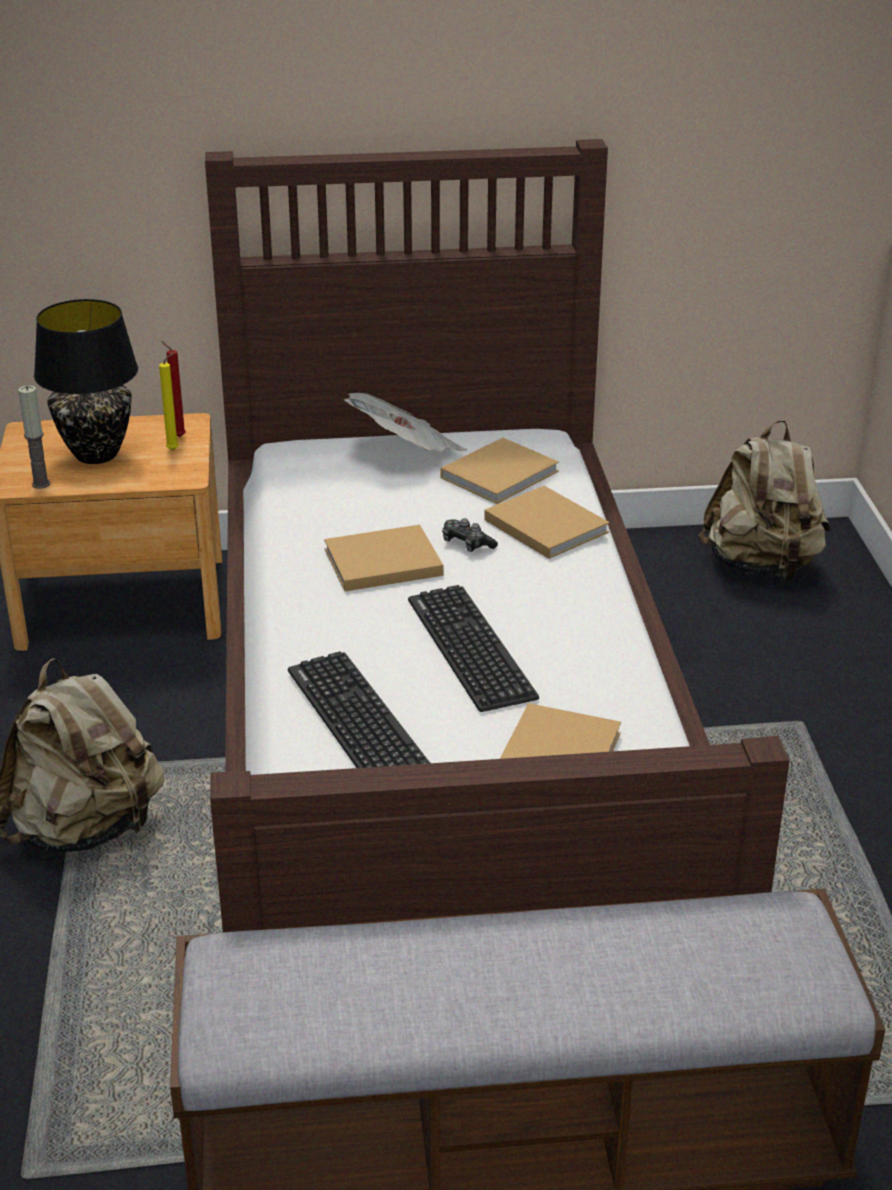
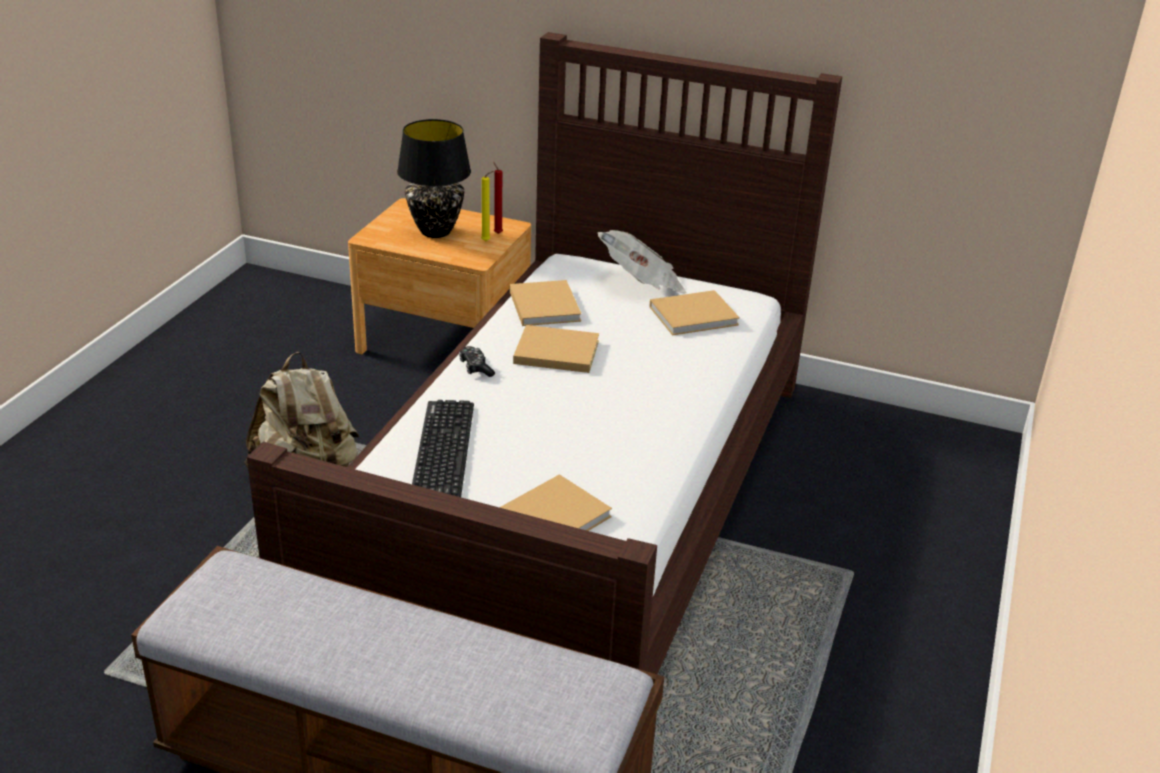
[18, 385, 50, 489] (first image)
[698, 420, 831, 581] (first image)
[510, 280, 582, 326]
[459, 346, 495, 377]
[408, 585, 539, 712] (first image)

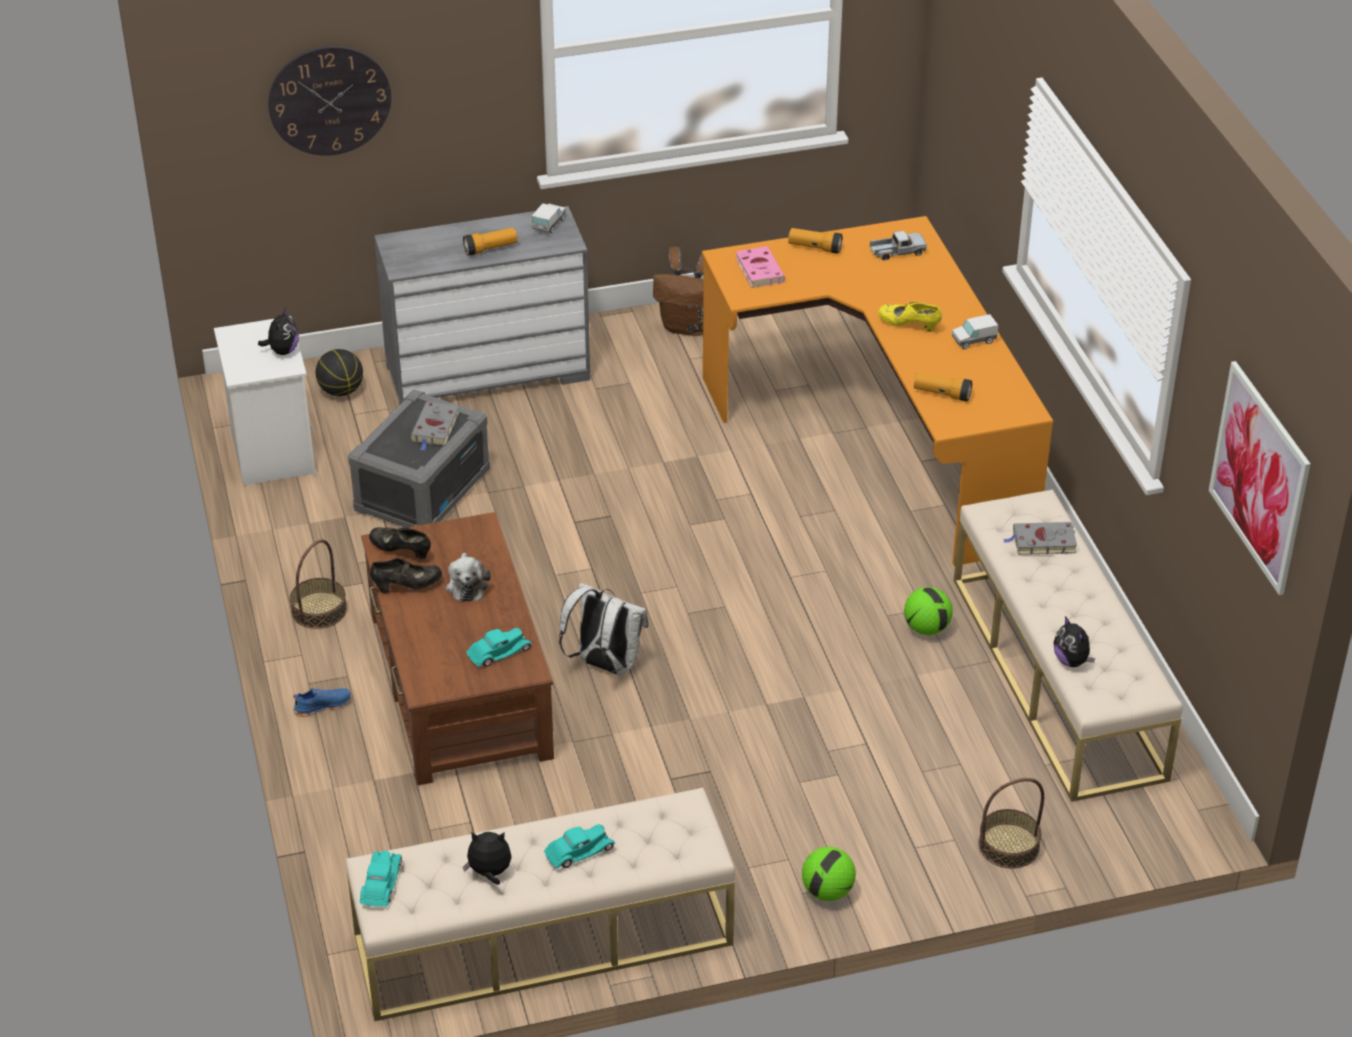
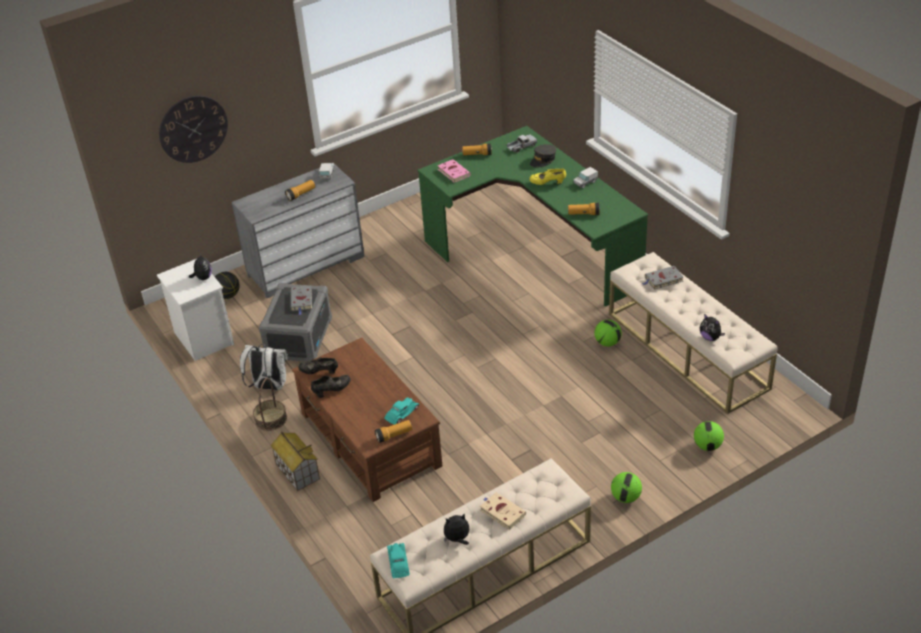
[417, 126, 648, 307]
[653, 247, 705, 336] (first image)
[1209, 361, 1311, 595] (first image)
[446, 553, 491, 602] (first image)
[240, 344, 289, 390]
[270, 432, 320, 491]
[694, 421, 724, 451]
[480, 492, 526, 530]
[530, 144, 556, 168]
[375, 420, 412, 443]

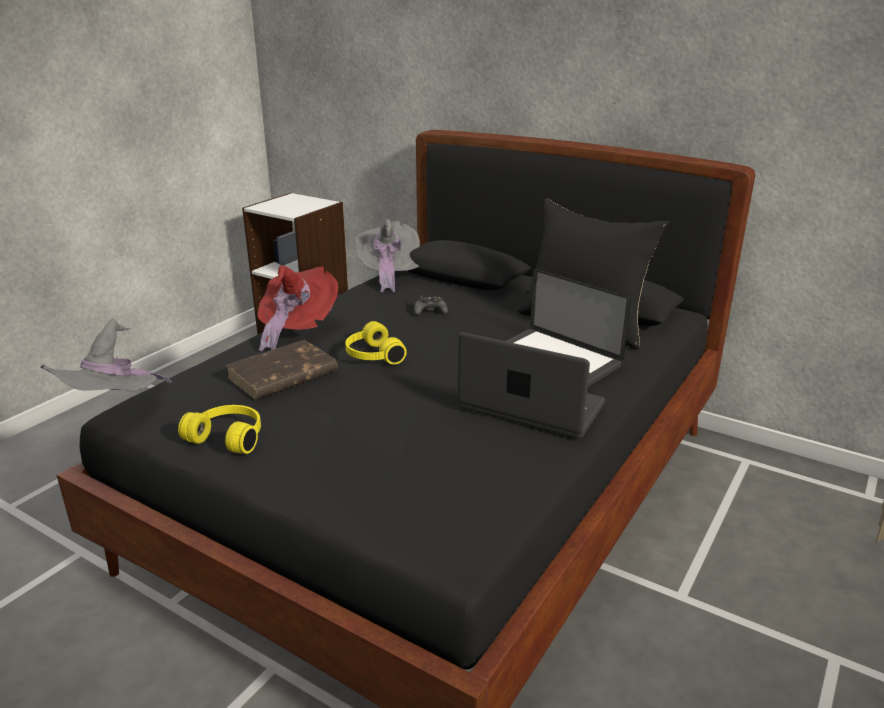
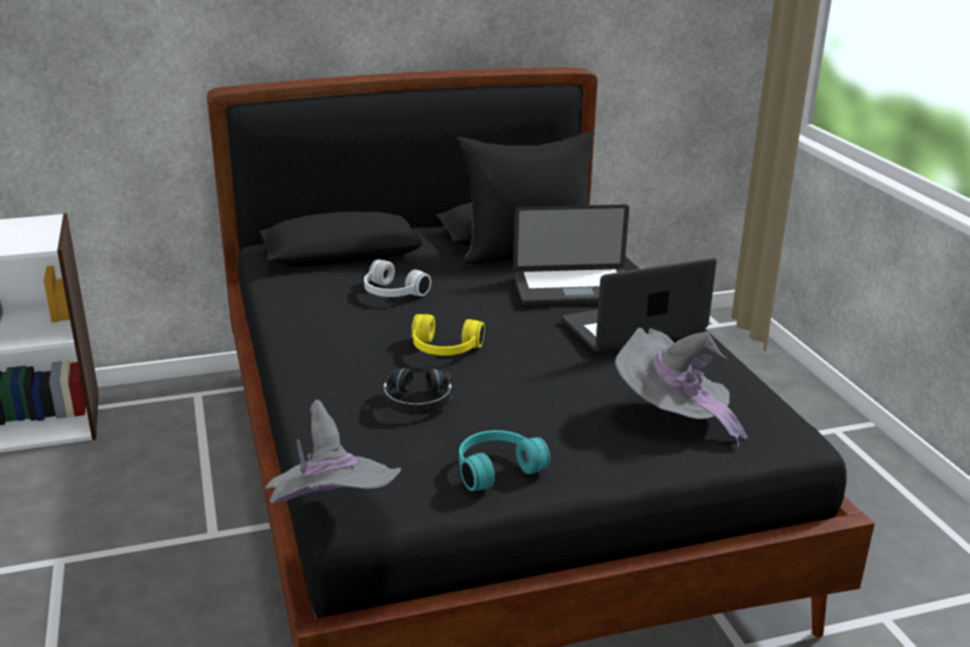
[615, 328, 748, 447]
[257, 265, 338, 351] (first image)
[364, 260, 431, 297]
[384, 368, 452, 415]
[459, 430, 550, 491]

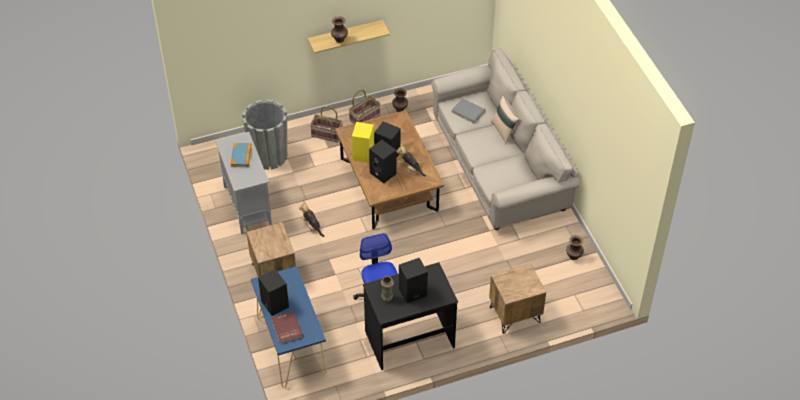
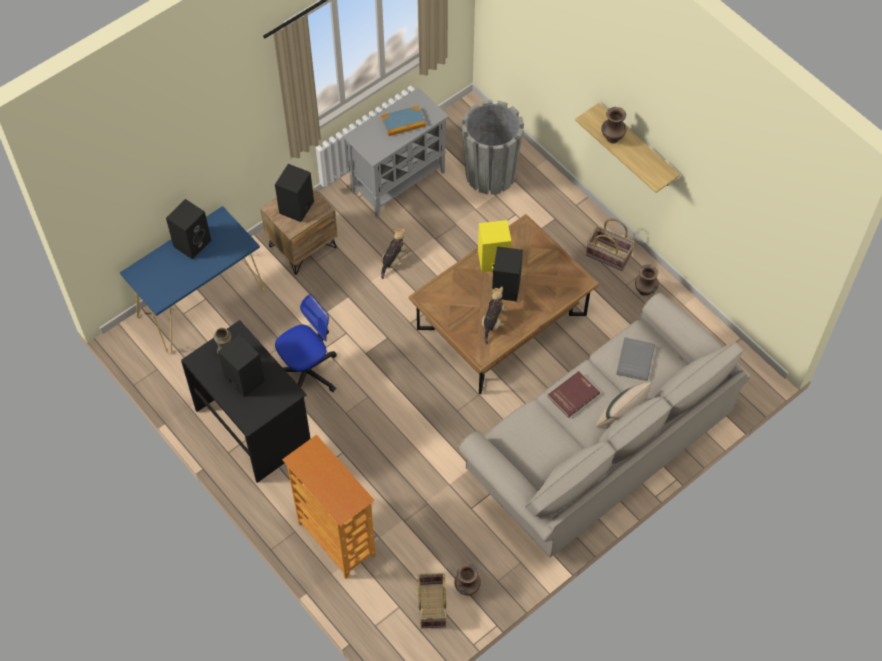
[418, 573, 447, 628]
[275, 164, 314, 222]
[282, 435, 376, 579]
[548, 371, 600, 418]

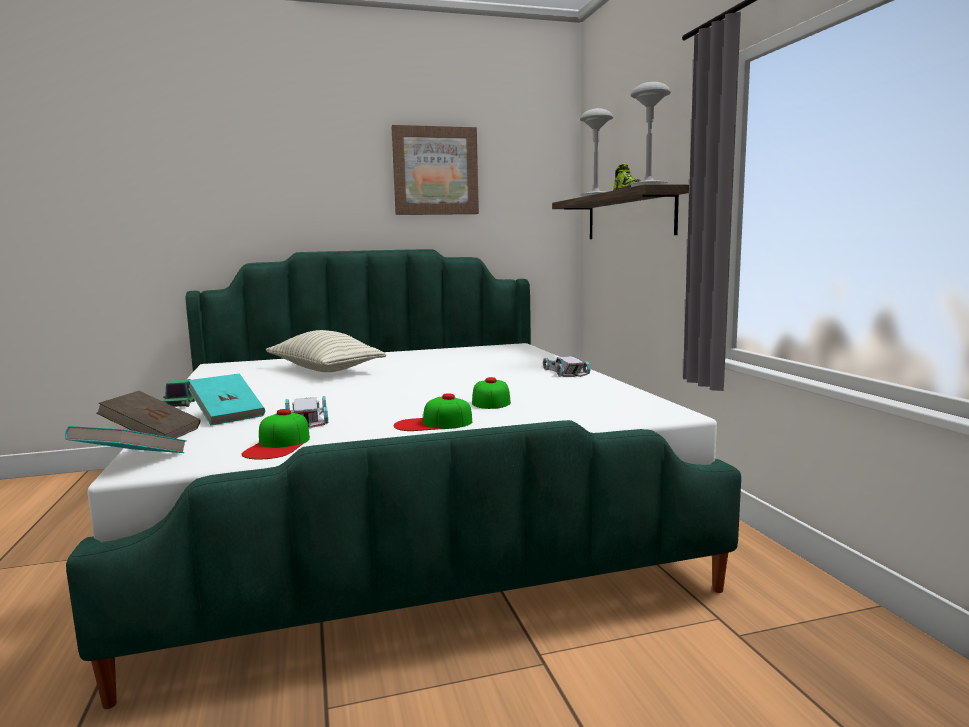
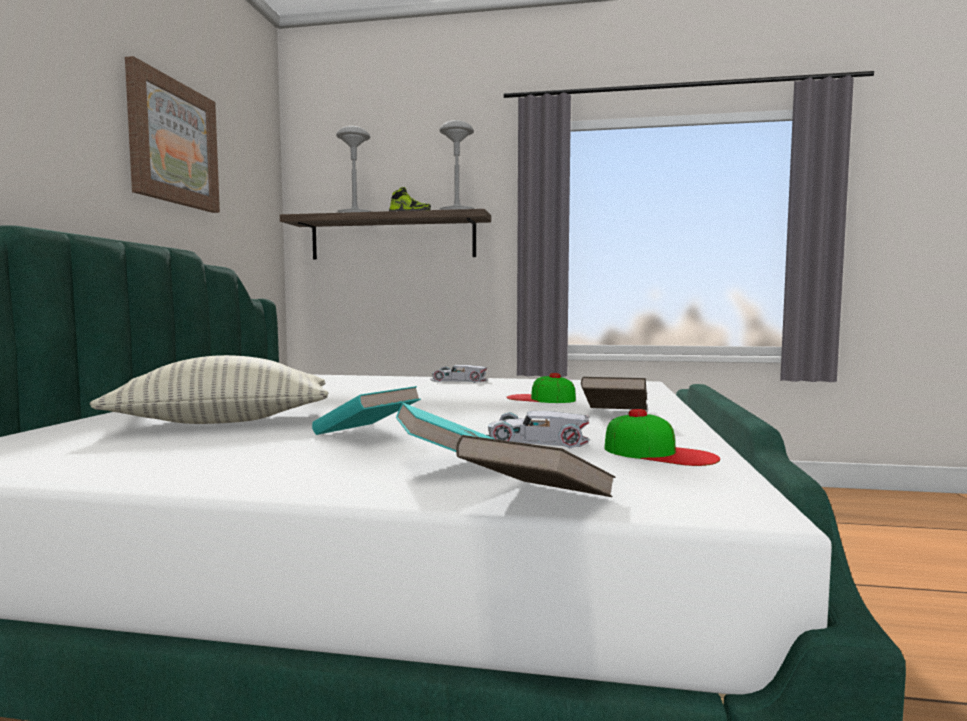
[163, 379, 195, 407] (first image)
[581, 377, 647, 410]
[312, 386, 421, 435]

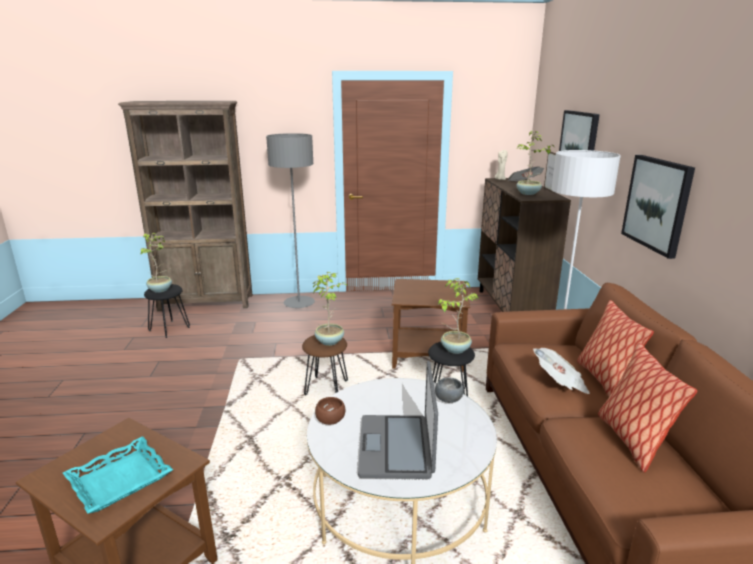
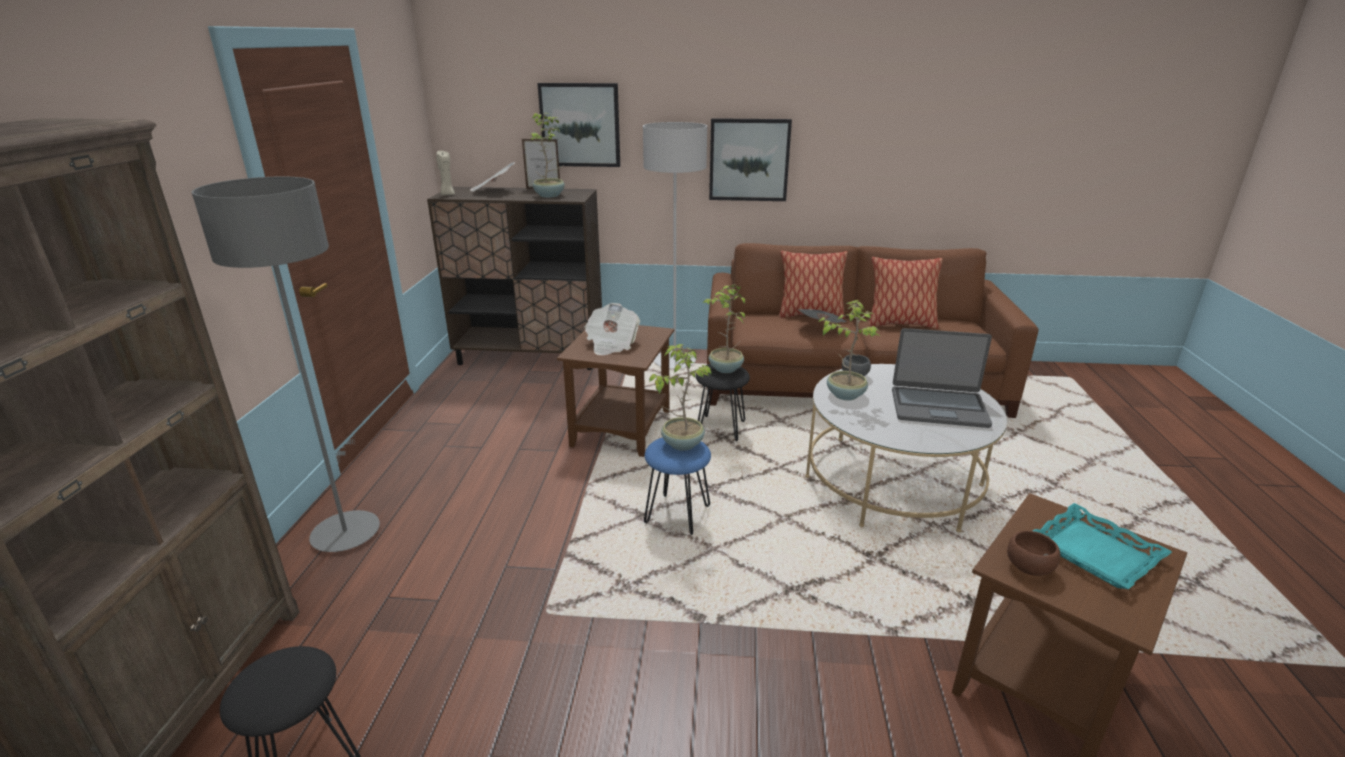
[817, 300, 880, 401]
[644, 437, 711, 535]
[1007, 531, 1060, 576]
[584, 303, 640, 355]

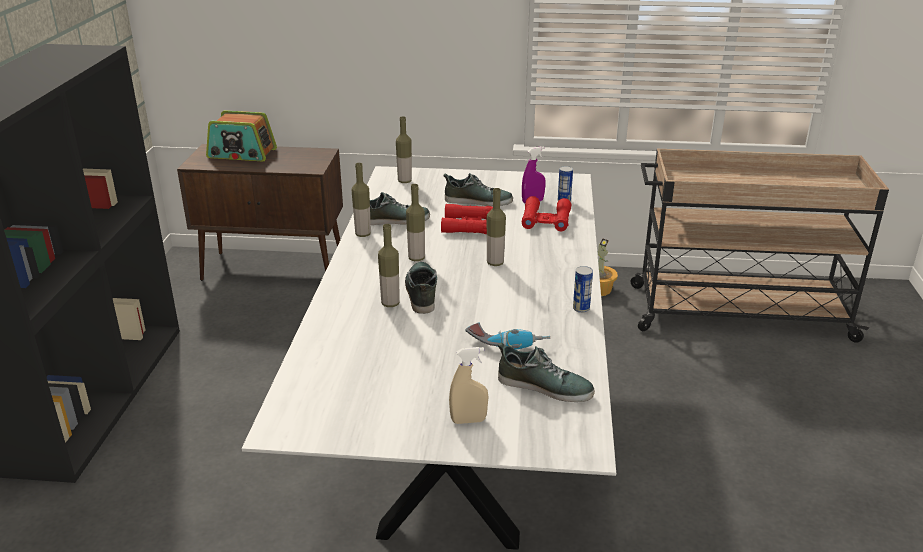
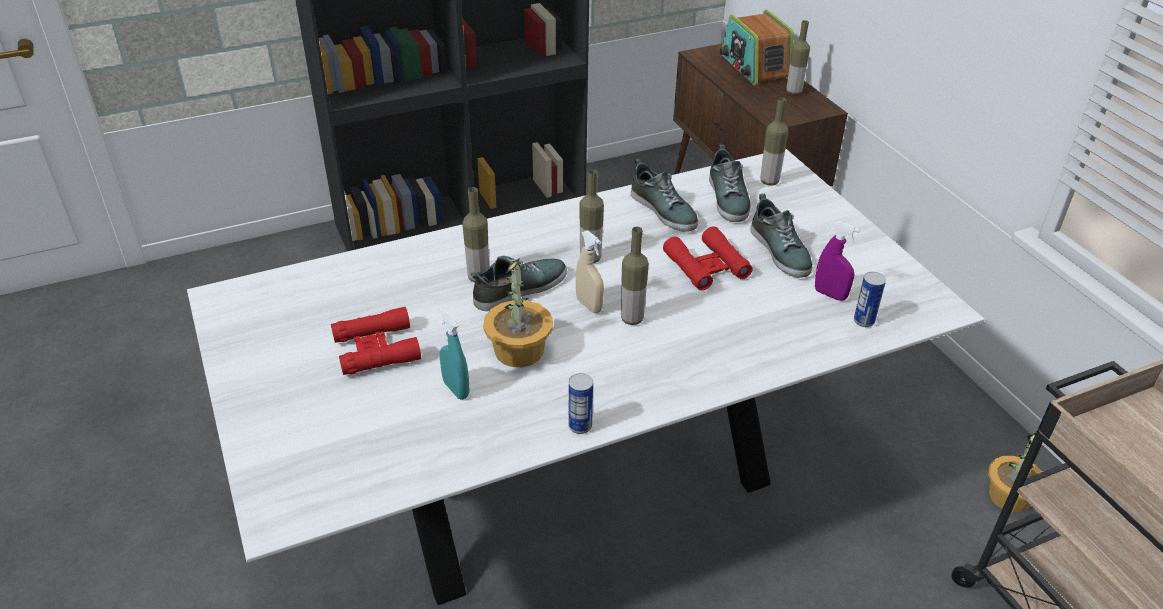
[786, 20, 810, 95]
[331, 307, 421, 375]
[439, 307, 470, 400]
[709, 145, 750, 222]
[576, 230, 604, 313]
[483, 258, 553, 367]

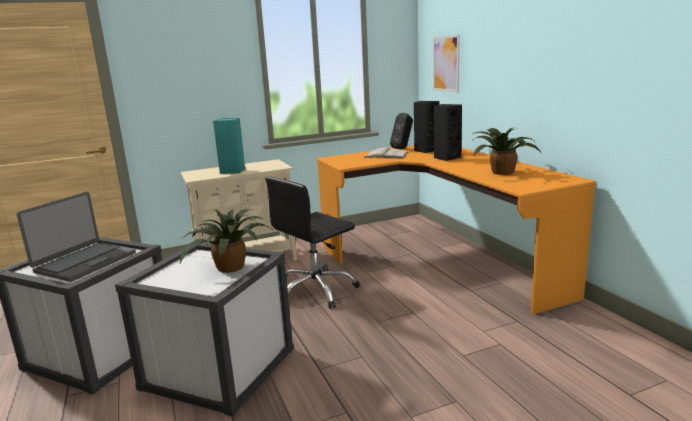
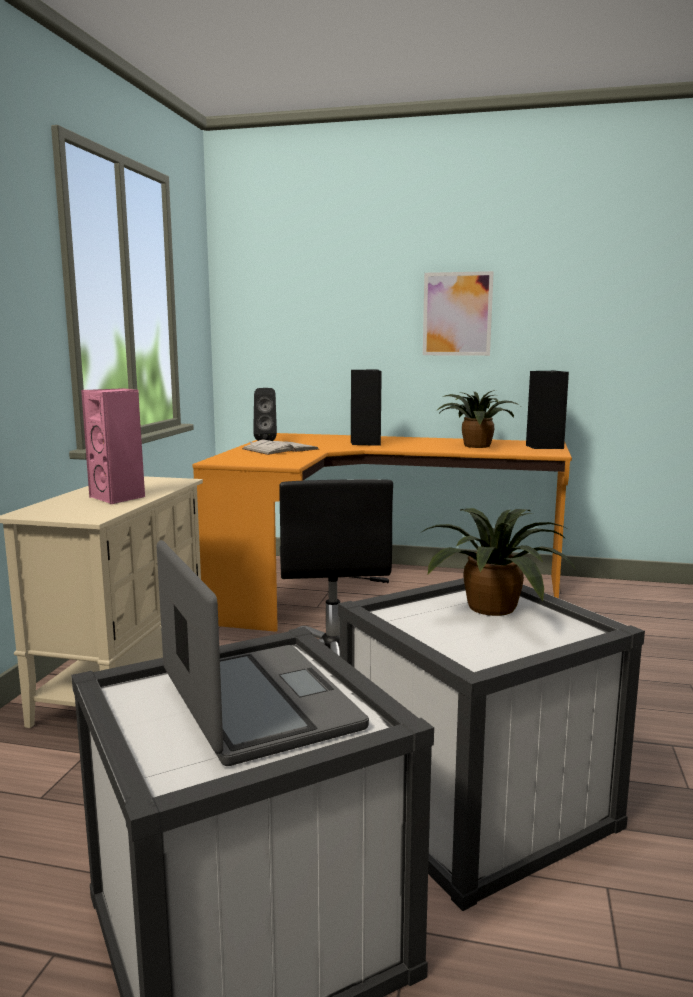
[423, 271, 494, 356]
[526, 371, 569, 449]
[81, 388, 145, 504]

